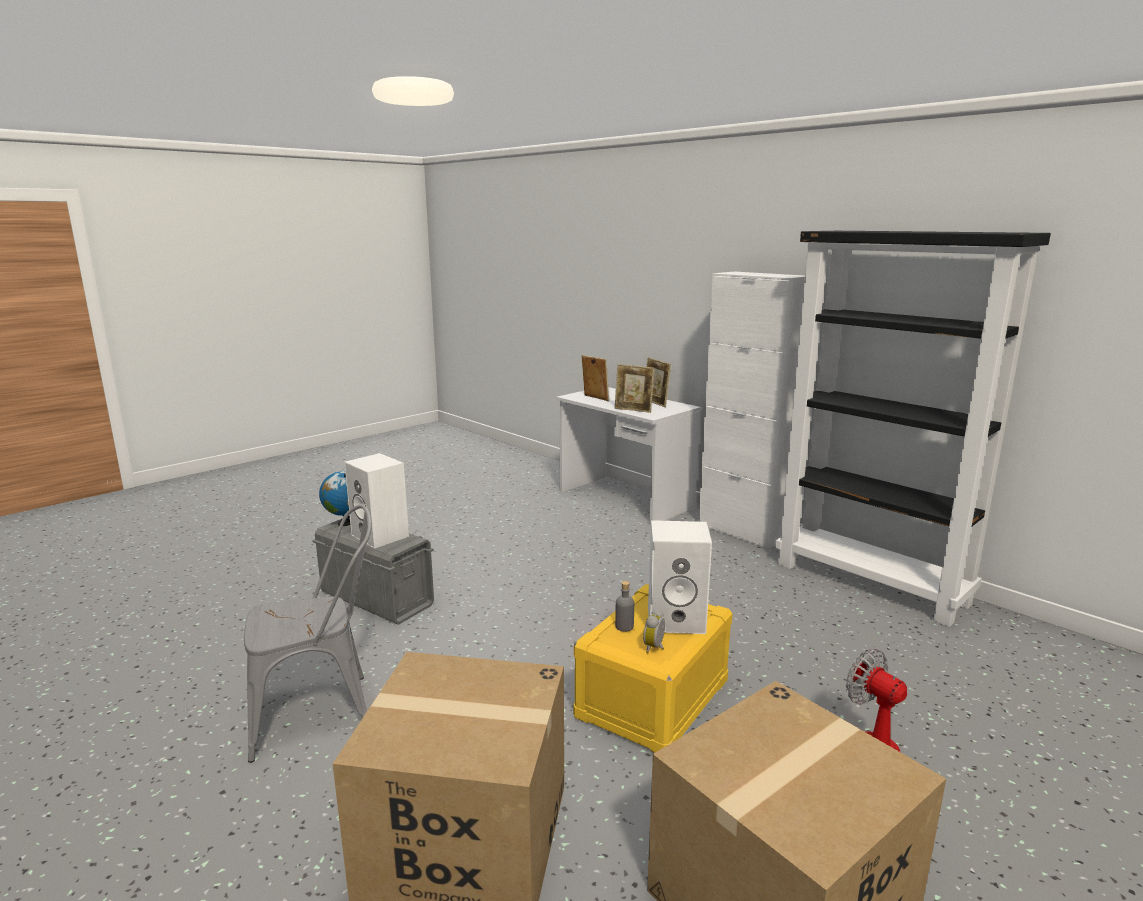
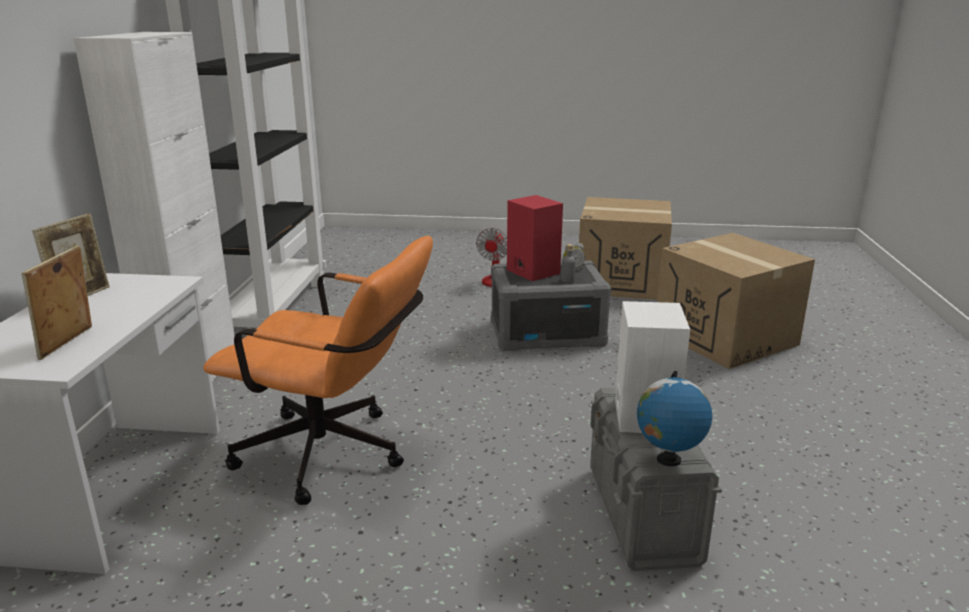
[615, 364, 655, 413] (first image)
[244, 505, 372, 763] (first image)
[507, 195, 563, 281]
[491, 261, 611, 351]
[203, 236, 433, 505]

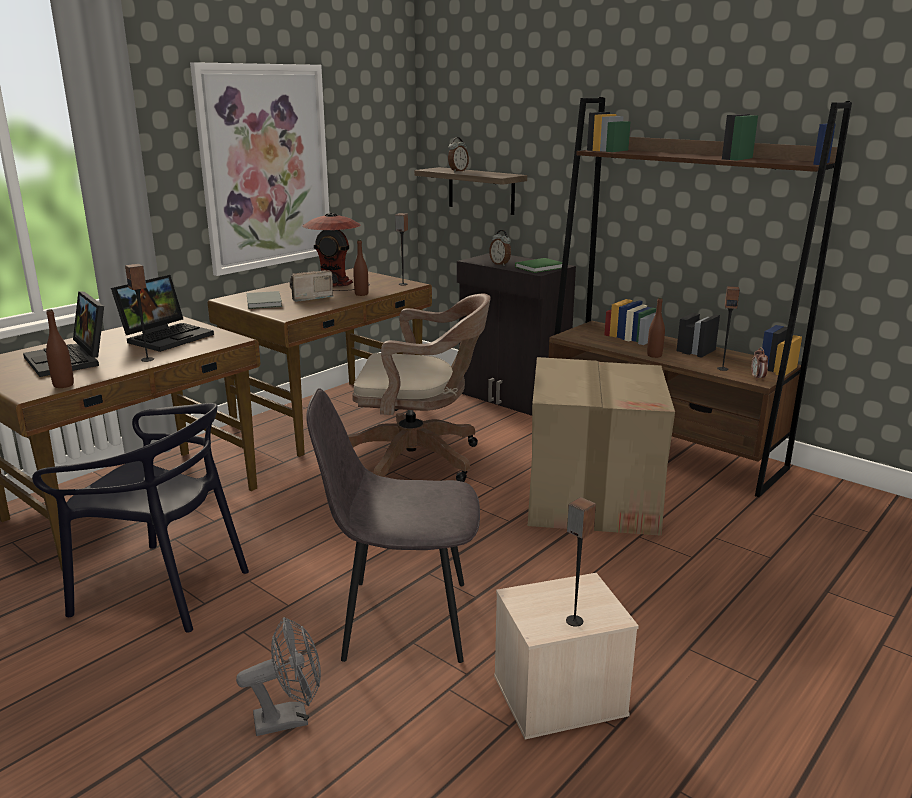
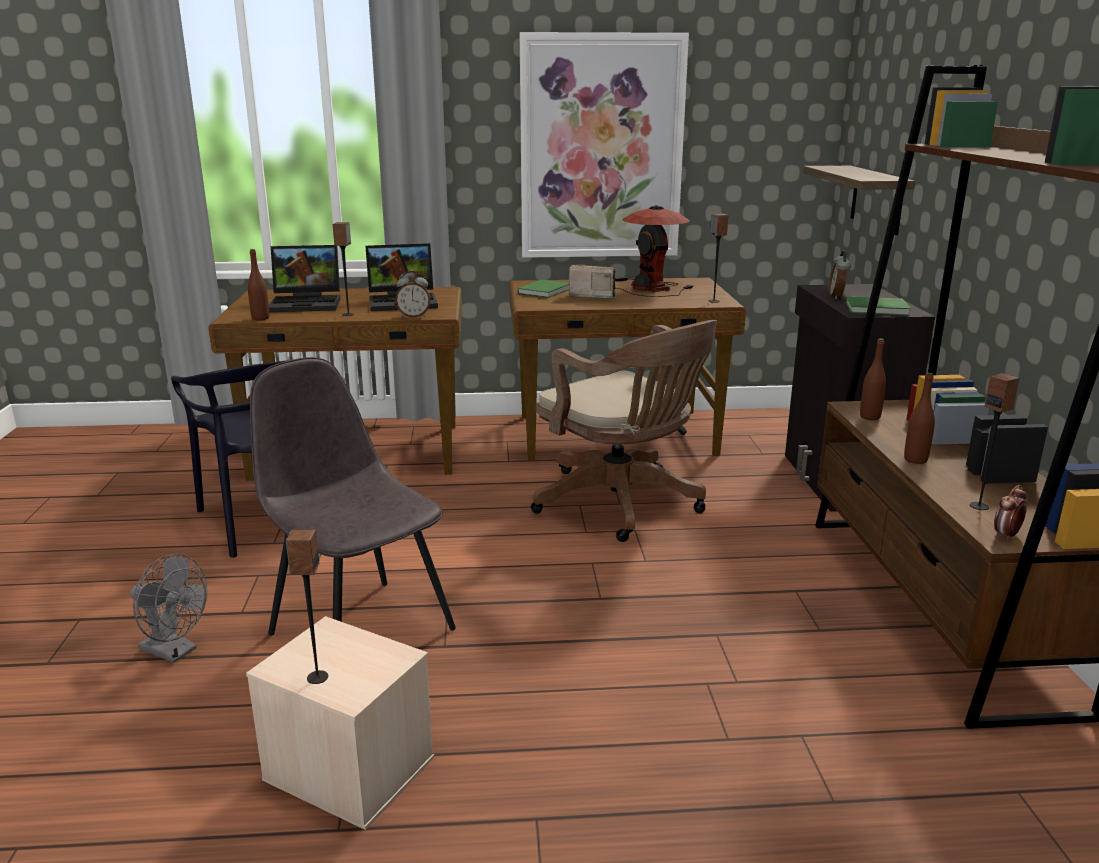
[395, 271, 431, 317]
[860, 338, 886, 420]
[269, 245, 341, 312]
[518, 280, 569, 298]
[528, 357, 675, 536] (first image)

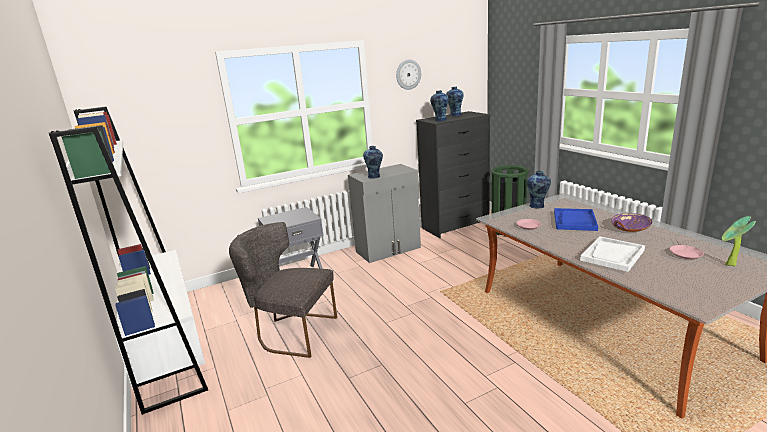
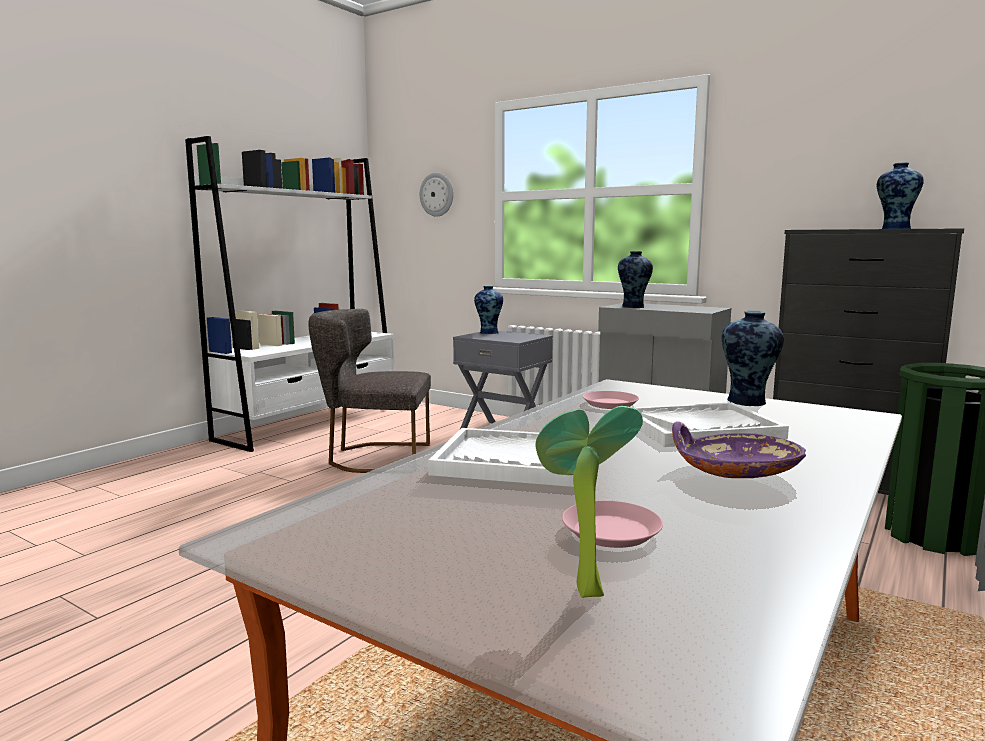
[420, 173, 453, 217]
[474, 286, 503, 334]
[634, 402, 789, 447]
[308, 309, 431, 473]

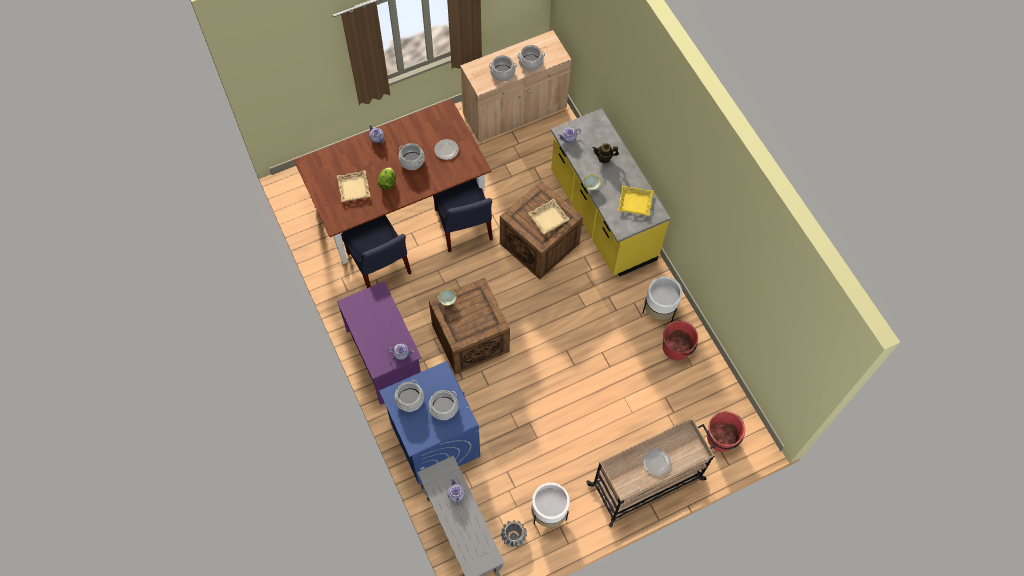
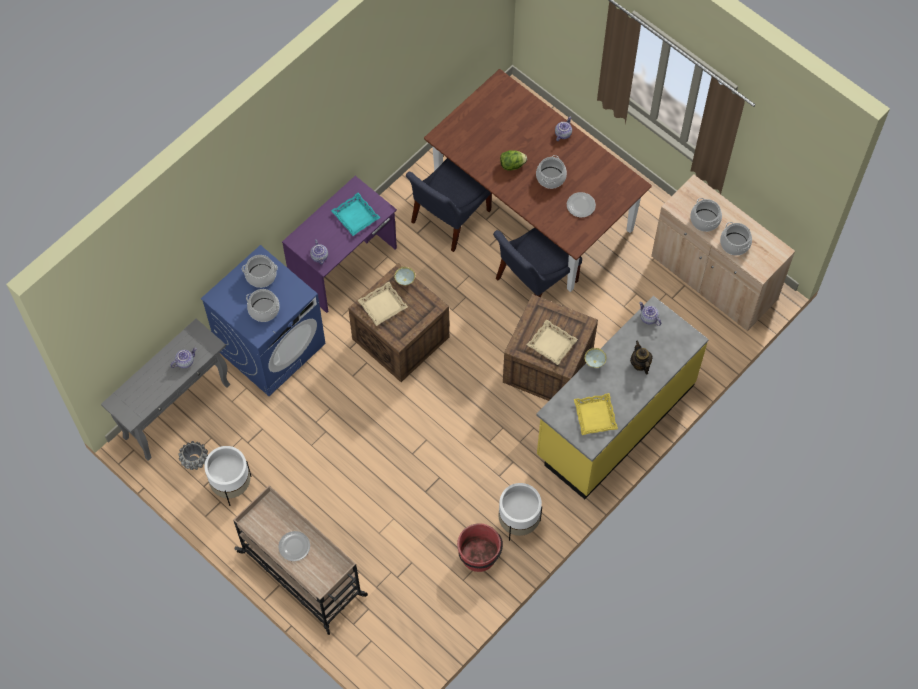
[357, 282, 408, 326]
[707, 411, 745, 452] (first image)
[331, 193, 380, 236]

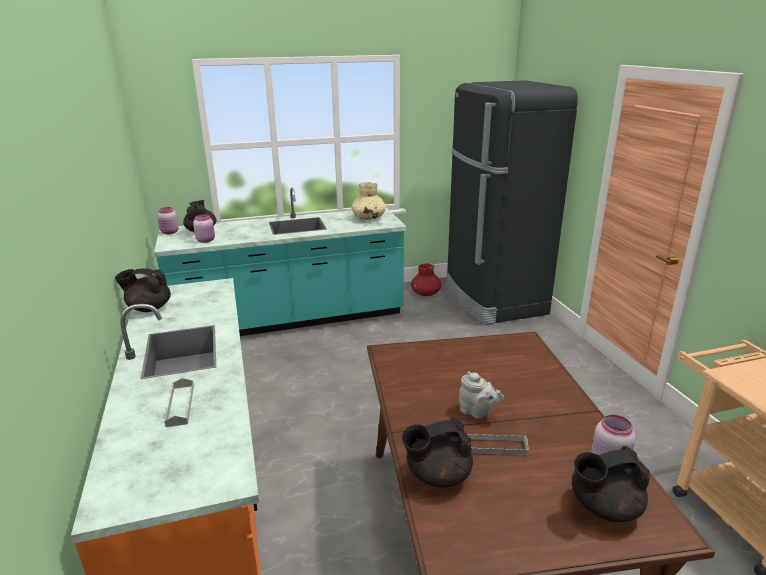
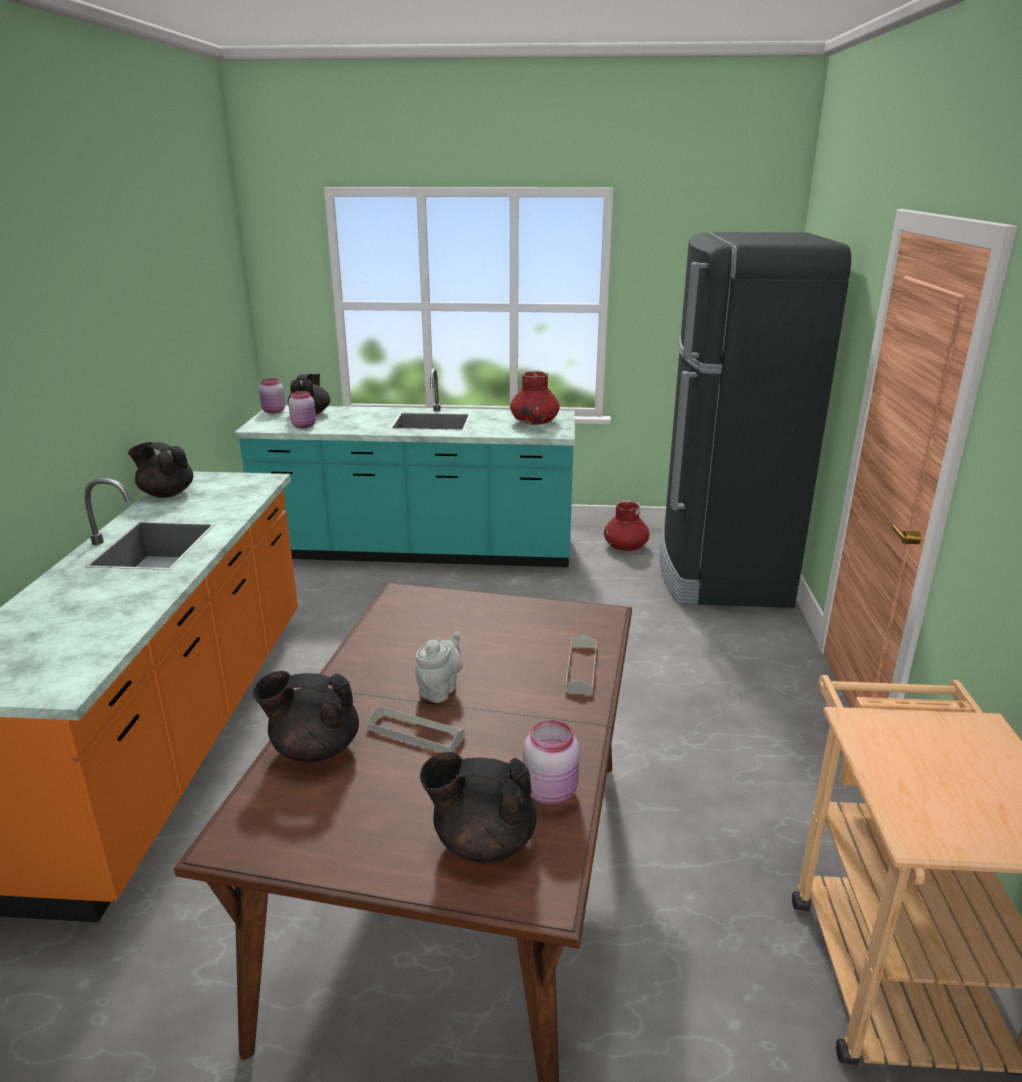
[510, 370, 560, 425]
[415, 631, 462, 703]
[565, 634, 597, 694]

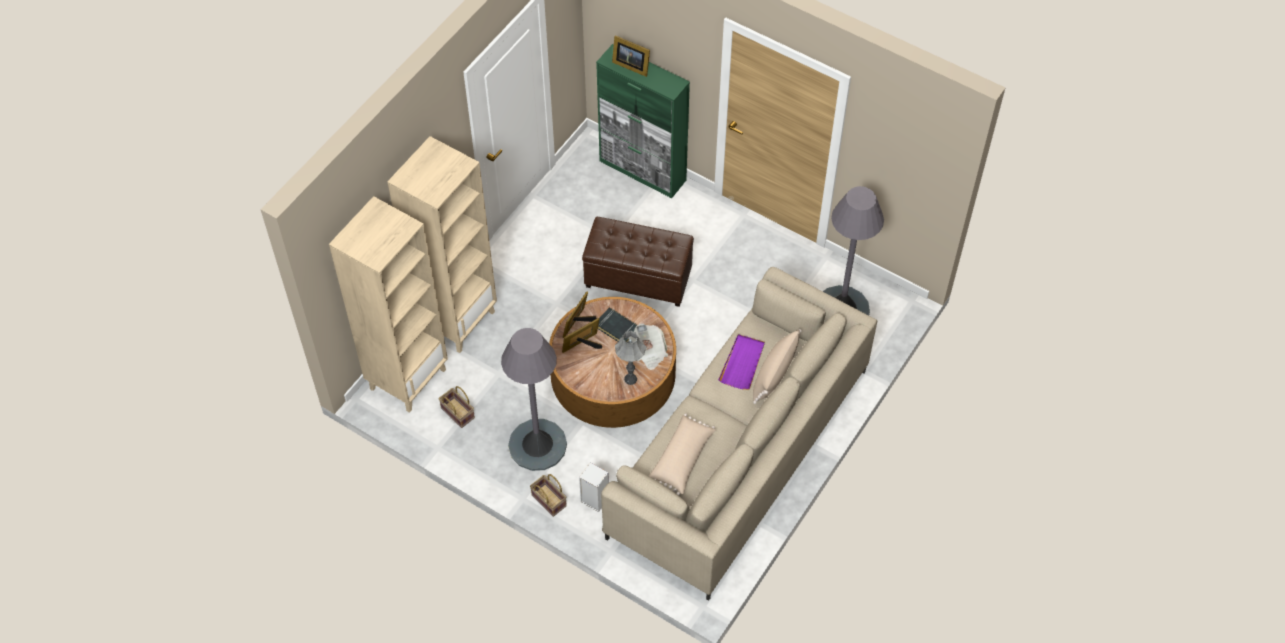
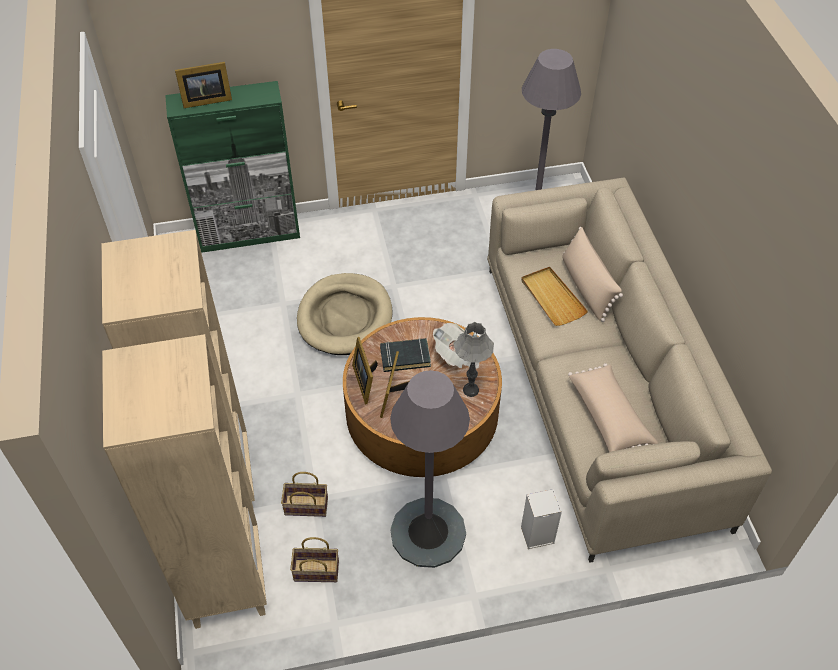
[297, 273, 392, 355]
[521, 267, 588, 326]
[281, 472, 328, 517]

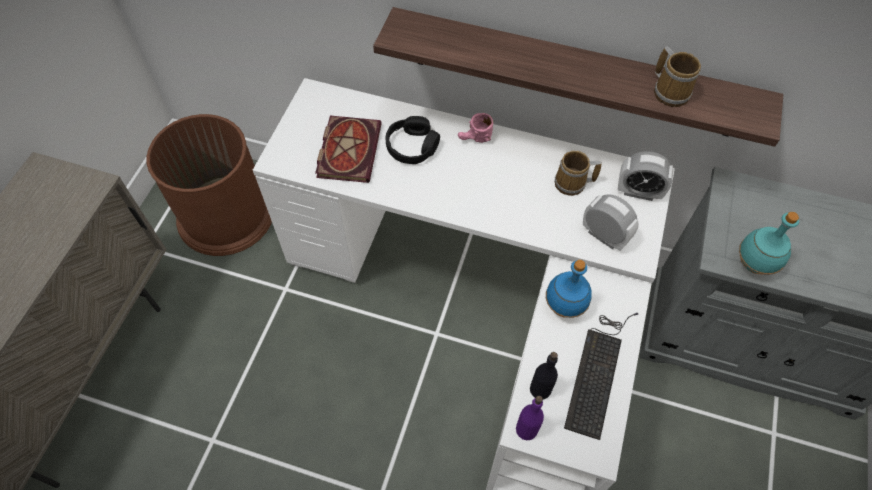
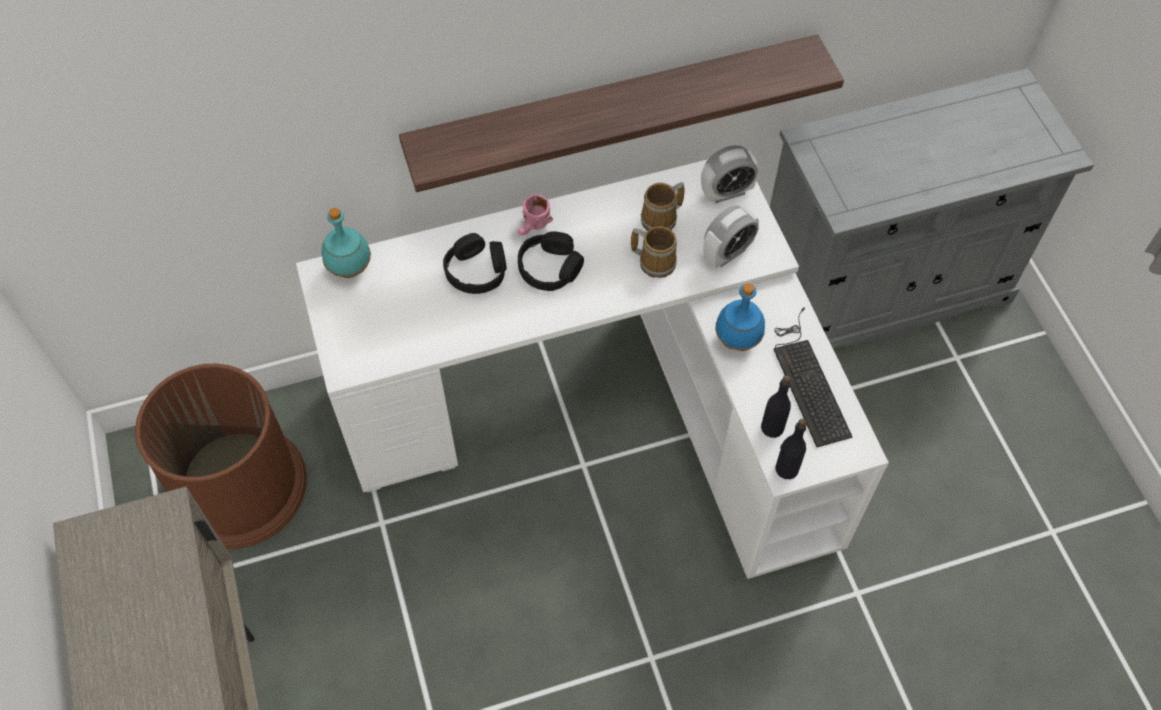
[631, 226, 677, 278]
[315, 116, 382, 183] (first image)
[703, 205, 759, 268]
[321, 208, 371, 278]
[775, 419, 806, 479]
[518, 231, 584, 291]

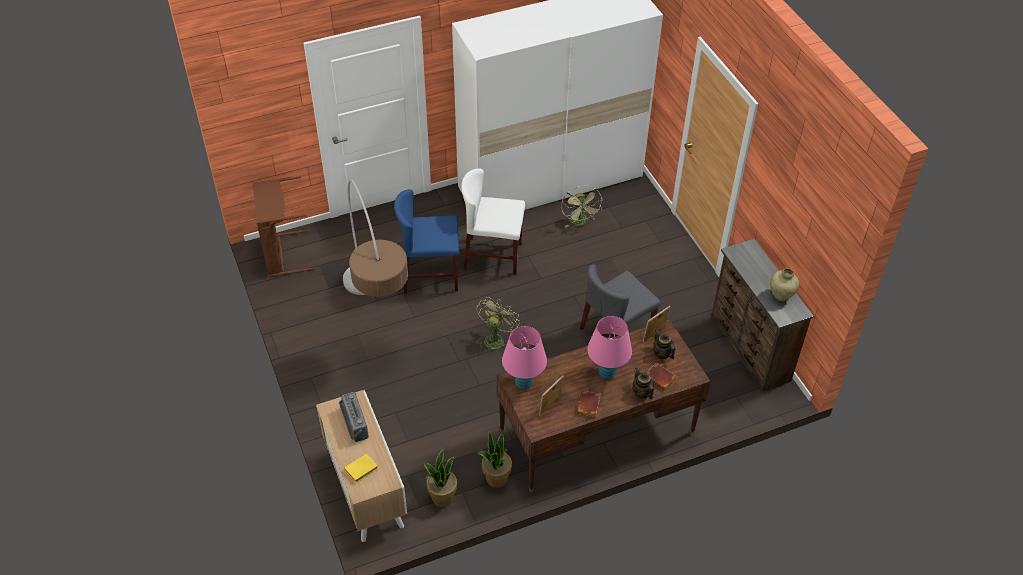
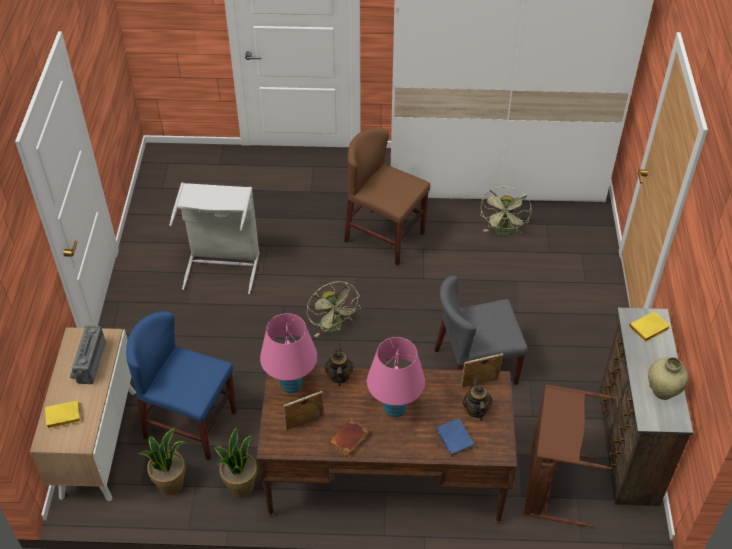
[344, 128, 430, 266]
[524, 384, 616, 527]
[169, 183, 260, 294]
[126, 311, 237, 460]
[307, 281, 361, 337]
[436, 418, 475, 457]
[324, 344, 354, 386]
[629, 311, 670, 342]

